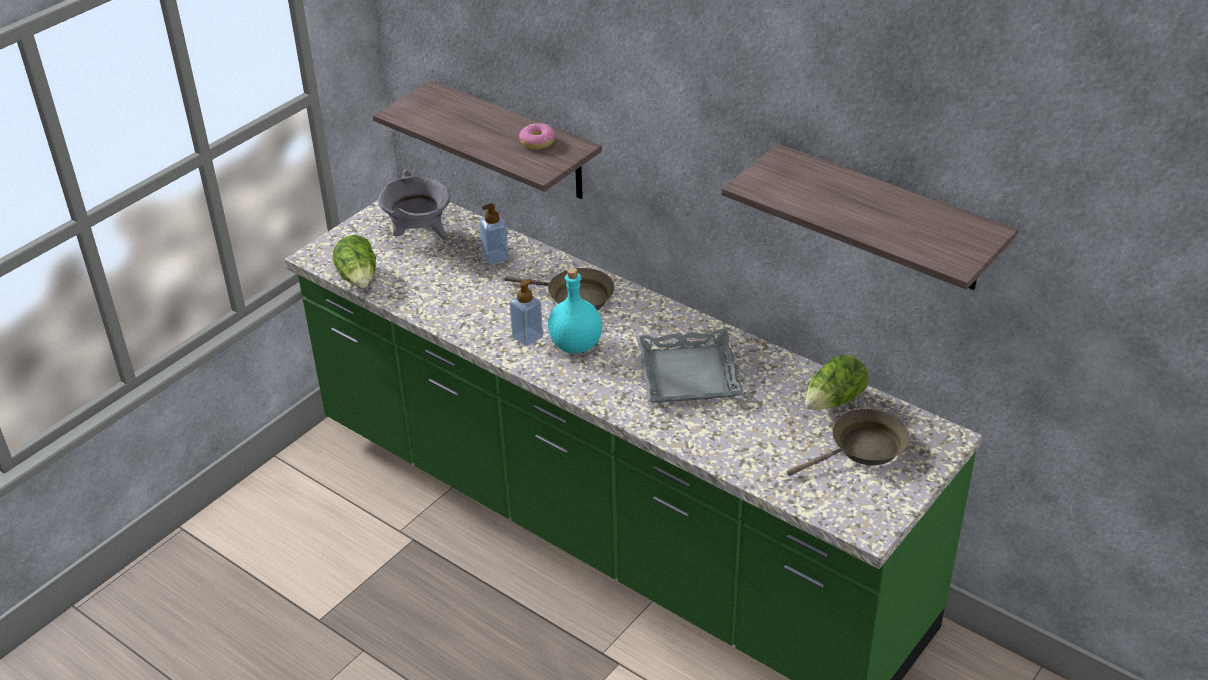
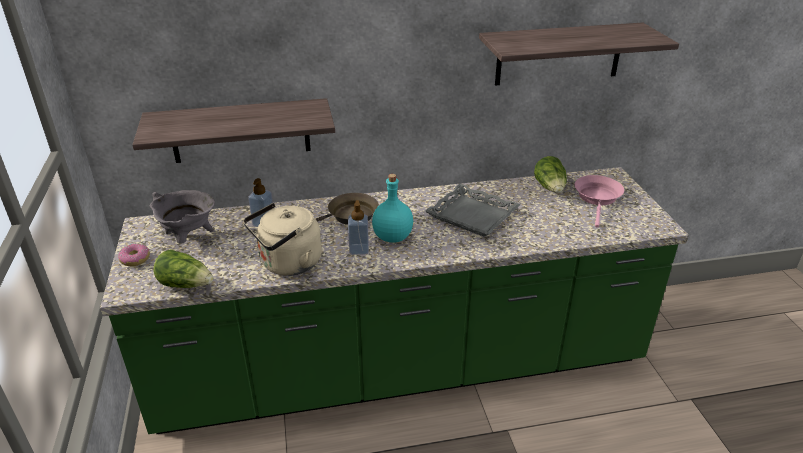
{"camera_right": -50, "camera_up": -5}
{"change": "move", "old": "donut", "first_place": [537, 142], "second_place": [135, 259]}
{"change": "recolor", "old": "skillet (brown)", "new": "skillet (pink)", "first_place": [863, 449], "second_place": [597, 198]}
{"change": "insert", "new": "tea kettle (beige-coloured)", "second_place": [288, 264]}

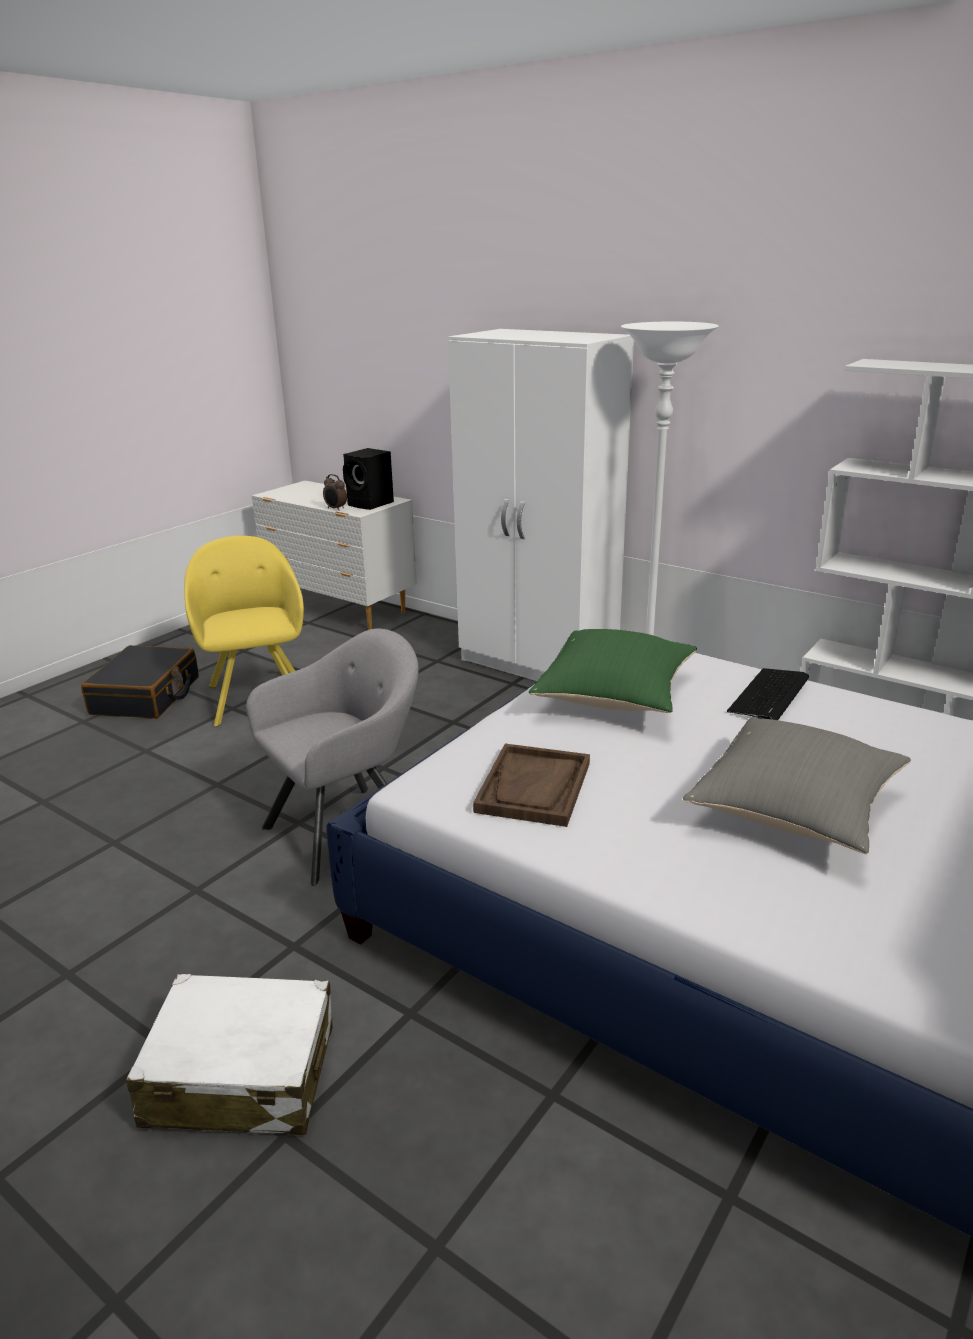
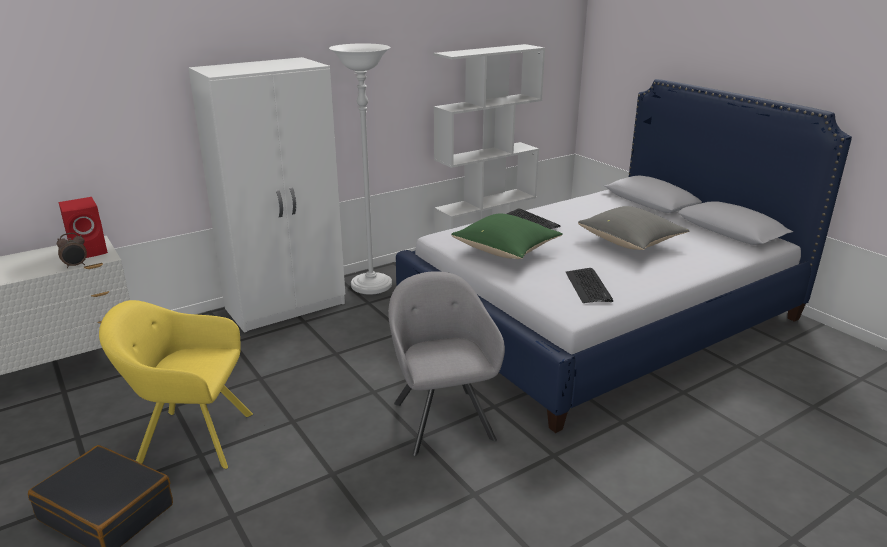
{"camera_right": -70, "camera_up": 0}
{"change": "delete", "old": "piece of luggage (whitish)", "first_place": [241, 1075]}
{"change": "recolor", "old": "loudspeaker (black-coloured)", "new": "loudspeaker (reddish)", "first_place": [371, 504], "second_place": [90, 251]}
{"change": "replace", "old": "serving tray (brown)", "new": "computer keyboard", "first_place": [534, 787], "second_place": [588, 287]}

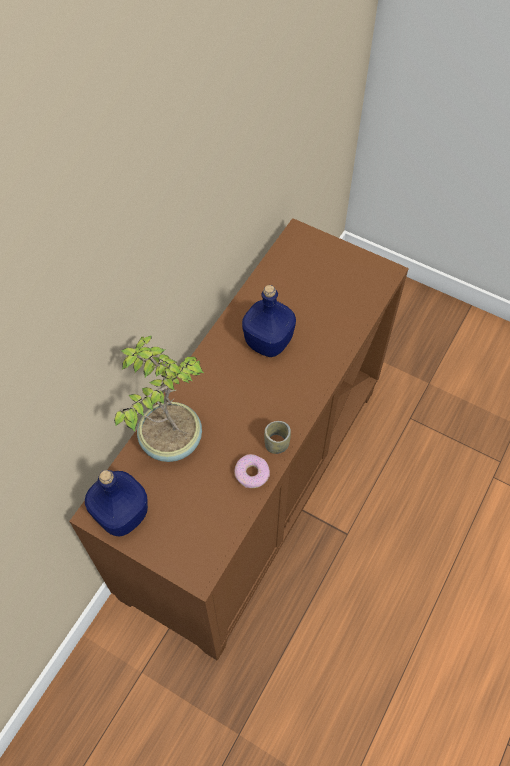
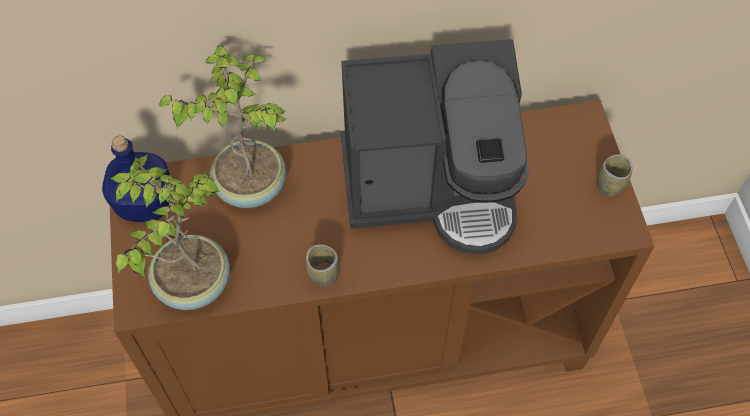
{"camera_right": 50, "camera_up": 0}
{"change": "delete", "old": "donut", "first_place": [251, 474]}
{"change": "replace", "old": "beverage bottle (blue-coloured)", "new": "coffee brewer", "first_place": [268, 341], "second_place": [432, 185]}
{"change": "insert", "new": "houseplant", "second_place": [191, 283]}
{"change": "insert", "new": "cup", "second_place": [610, 185]}

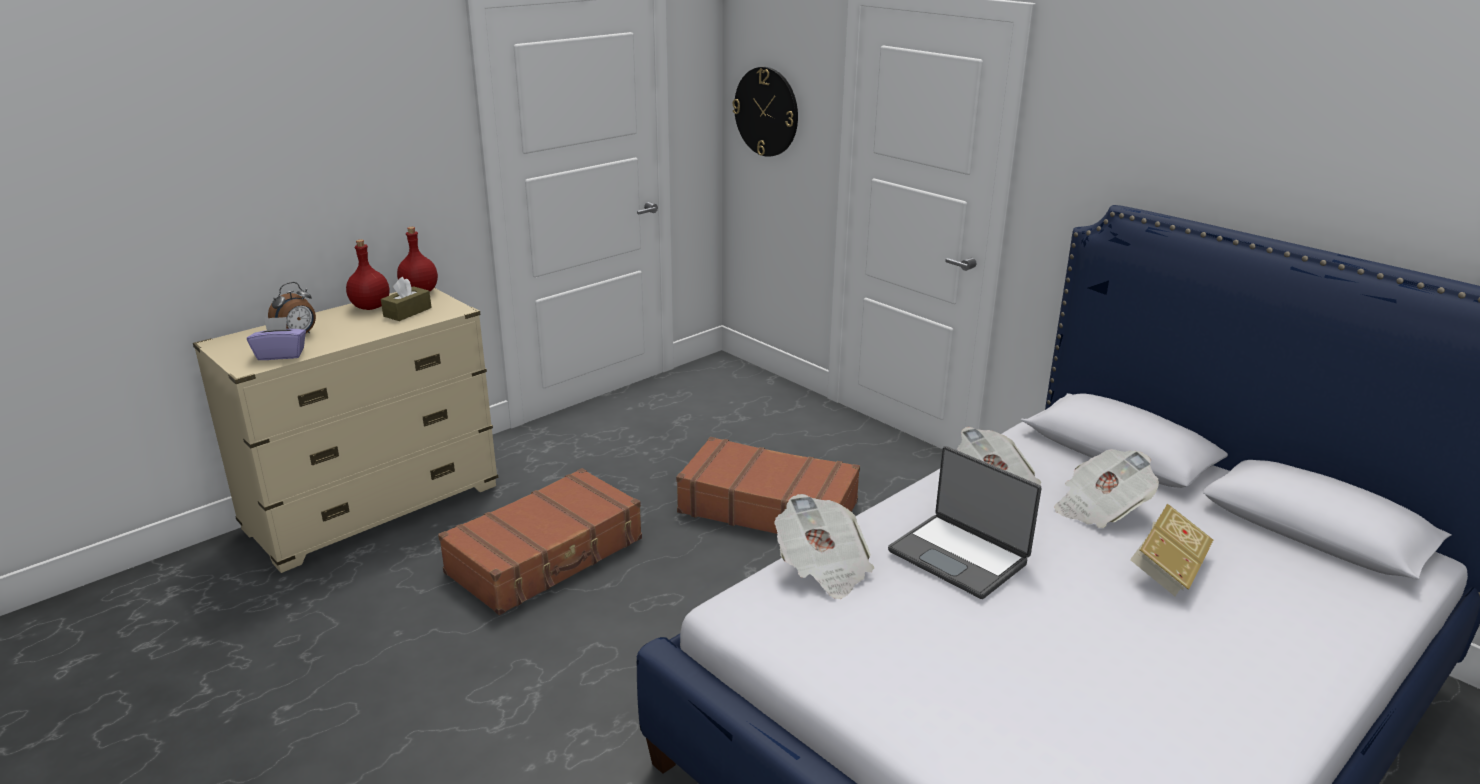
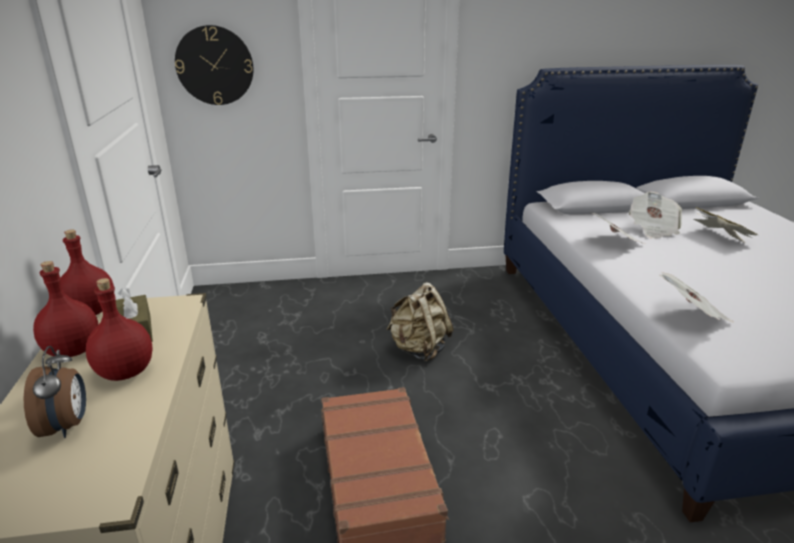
{"camera_right": -55, "camera_up": 0}
{"change": "delete", "old": "tissue box (purple-coloured)", "first_place": [281, 354]}
{"change": "replace", "old": "piece of luggage (brown)", "new": "rucksack (beige-coloured)", "first_place": [768, 507], "second_place": [419, 349]}
{"change": "delete", "old": "notebook computer", "first_place": [959, 556]}
{"change": "insert", "new": "beverage bottle (reddish)", "second_place": [127, 372]}

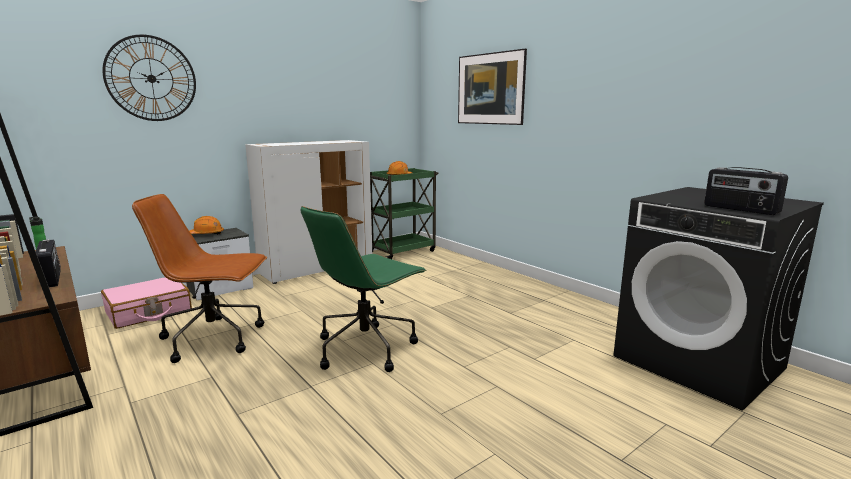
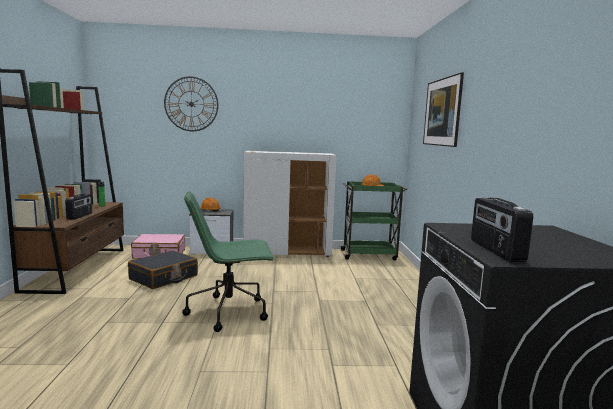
{"camera_right": 35, "camera_up": -5}
{"change": "replace", "old": "computer chair (brown)", "new": "piece of luggage (black-coloured)", "first_place": [214, 338], "second_place": [164, 278]}

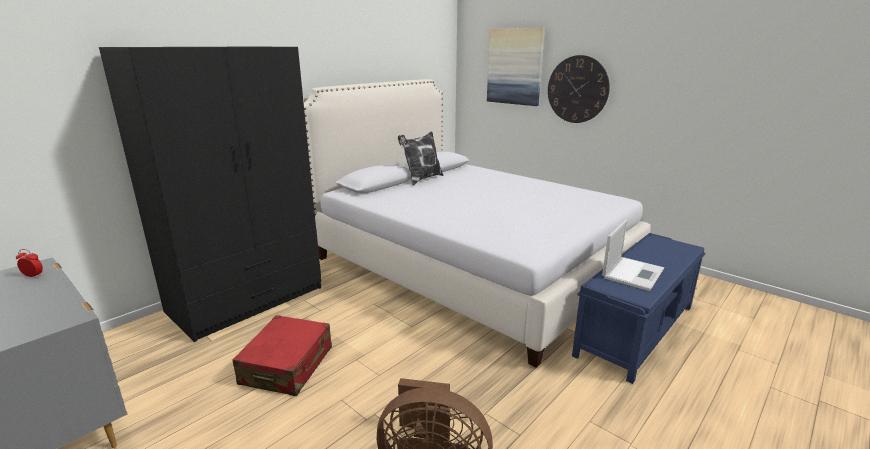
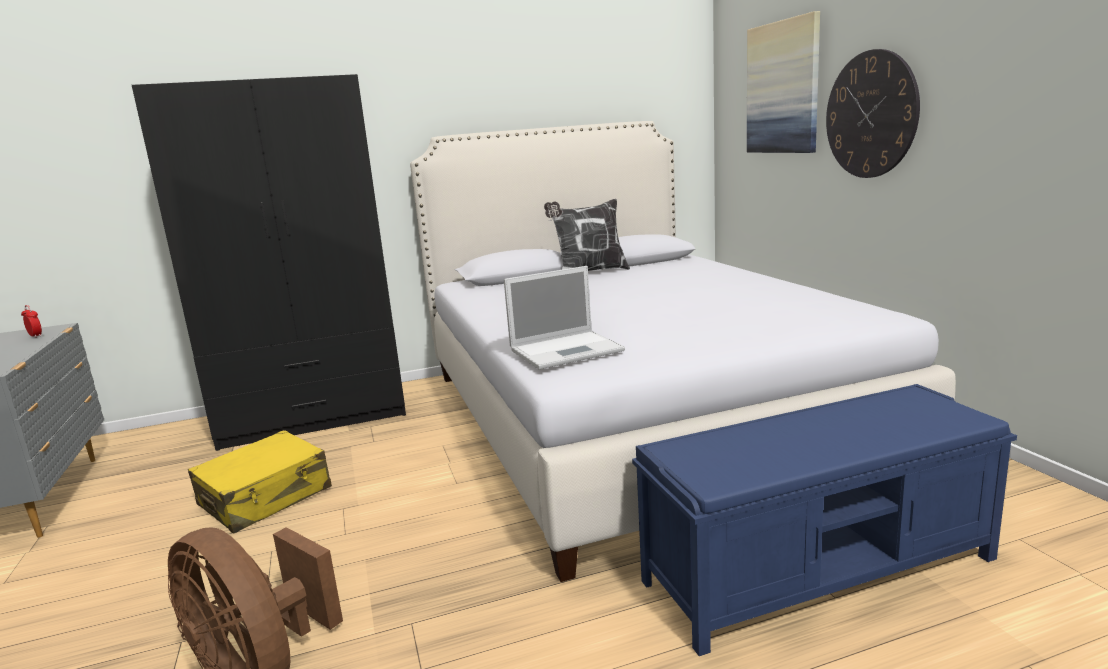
{"camera_right": 30, "camera_up": -5}
{"change": "recolor", "old": "piece of luggage (reddish)", "new": "piece of luggage (yellow-coloured)", "first_place": [287, 366], "second_place": [266, 497]}
{"change": "move", "old": "notebook computer", "first_place": [633, 273], "second_place": [568, 350]}

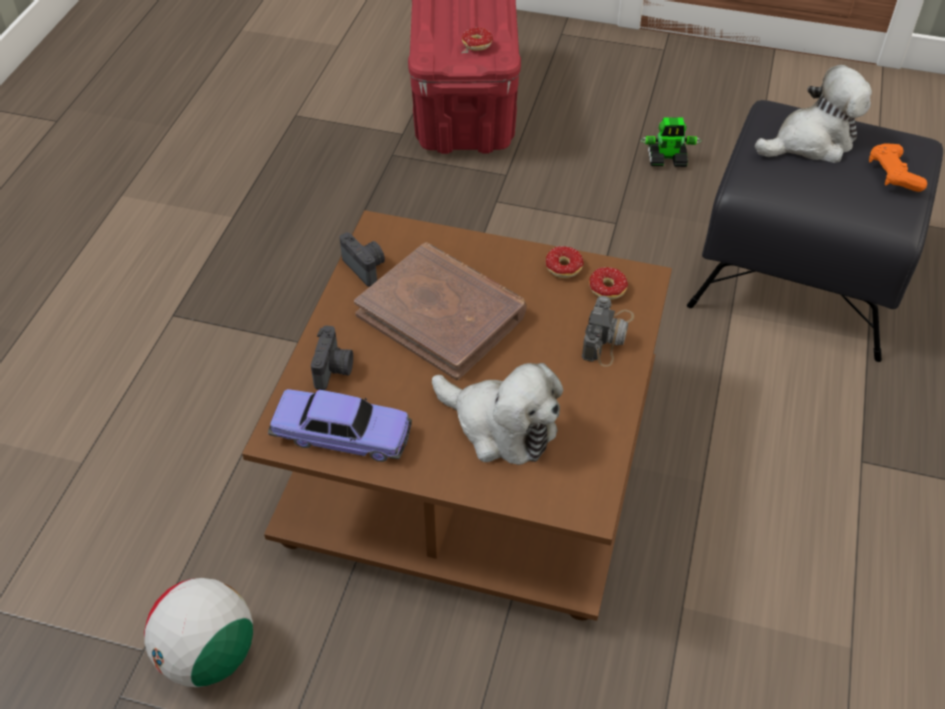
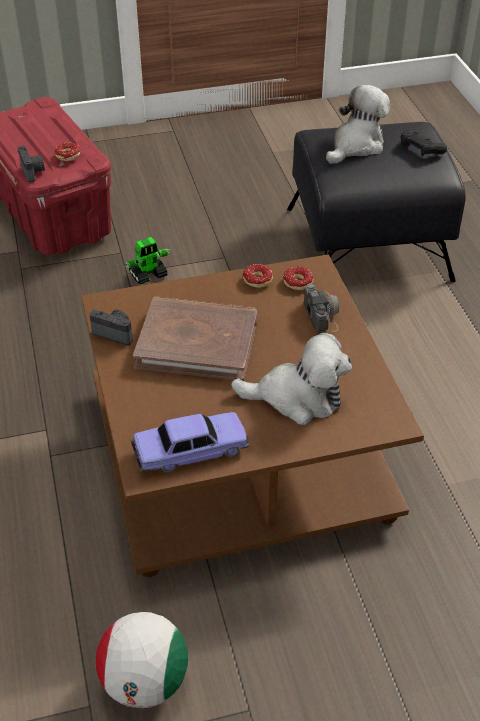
{"camera_right": -30, "camera_up": -5}
{"change": "move", "old": "photo camera", "first_place": [334, 369], "second_place": [33, 171]}
{"change": "move", "old": "toy robot", "first_place": [667, 160], "second_place": [149, 275]}
{"change": "recolor", "old": "game controller (orange)", "new": "game controller (black-coloured)", "first_place": [893, 175], "second_place": [420, 149]}

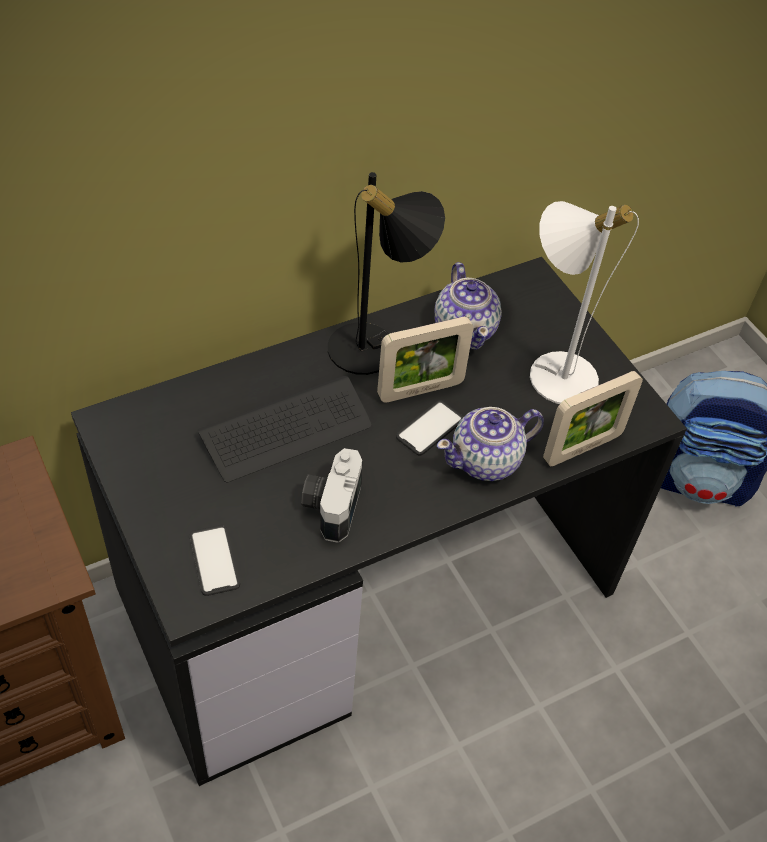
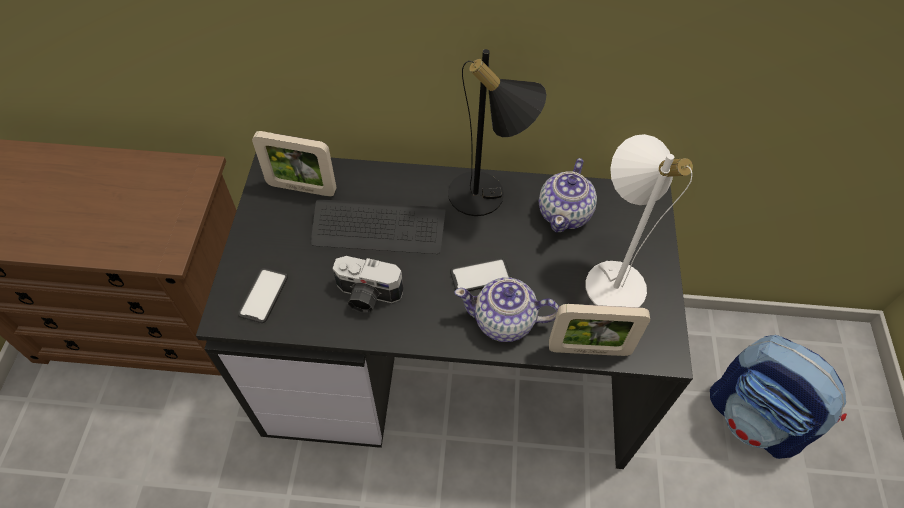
{"camera_right": 35, "camera_up": 5}
{"change": "rotate", "old": "photo camera", "first_place": [329, 505], "second_place": [367, 296], "degrees": -120}
{"change": "move", "old": "picture frame", "first_place": [420, 390], "second_place": [301, 188]}

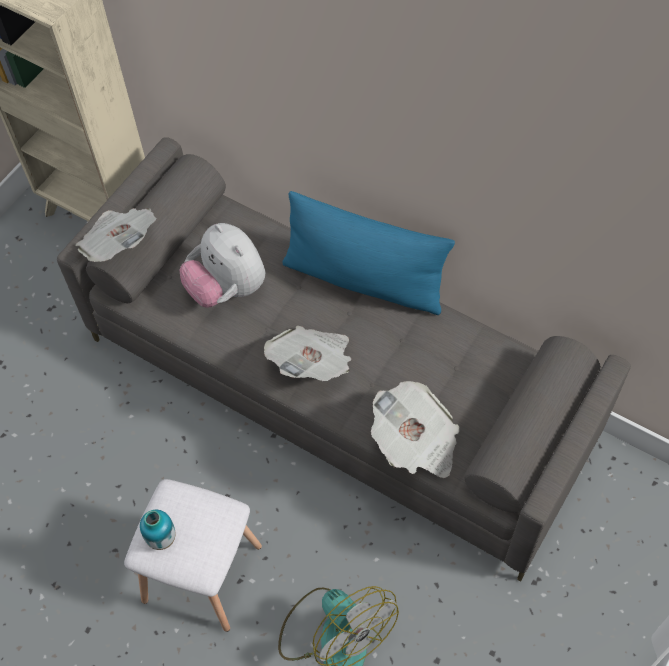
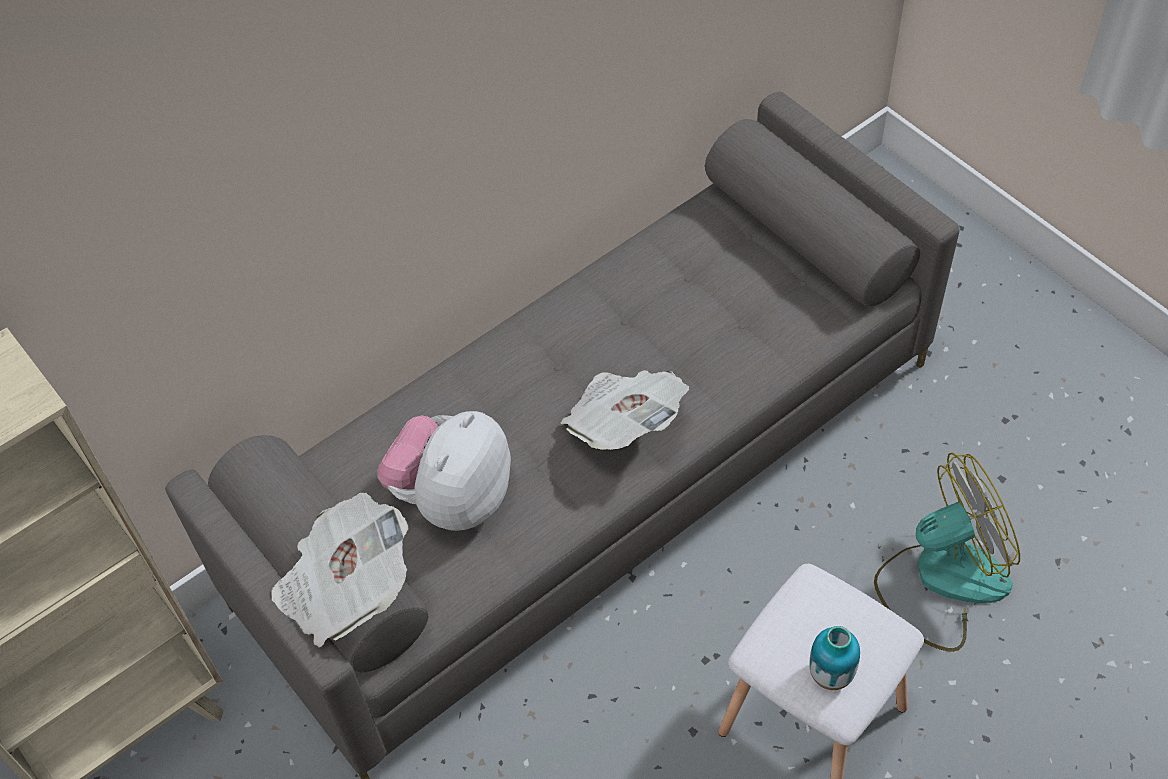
{"camera_right": -70, "camera_up": -5}
{"change": "rotate", "old": "cuddly toy", "first_place": [227, 288], "second_place": [453, 498], "degrees": 135}
{"change": "delete", "old": "pillow (blue-coloured)", "first_place": [364, 280]}
{"change": "delete", "old": "daily paper", "first_place": [415, 442]}

